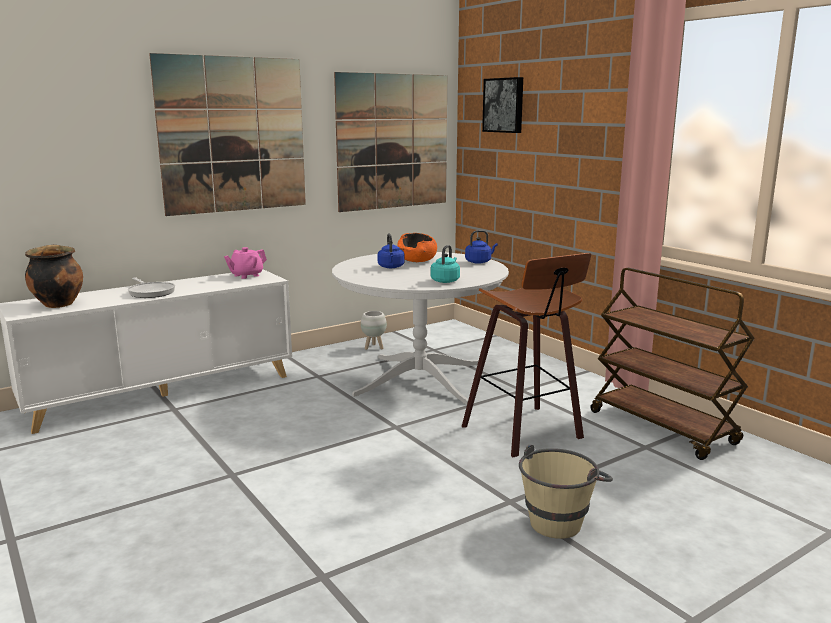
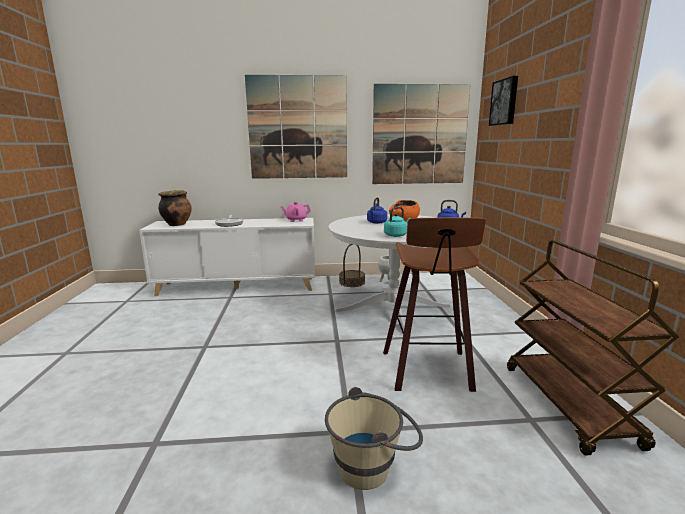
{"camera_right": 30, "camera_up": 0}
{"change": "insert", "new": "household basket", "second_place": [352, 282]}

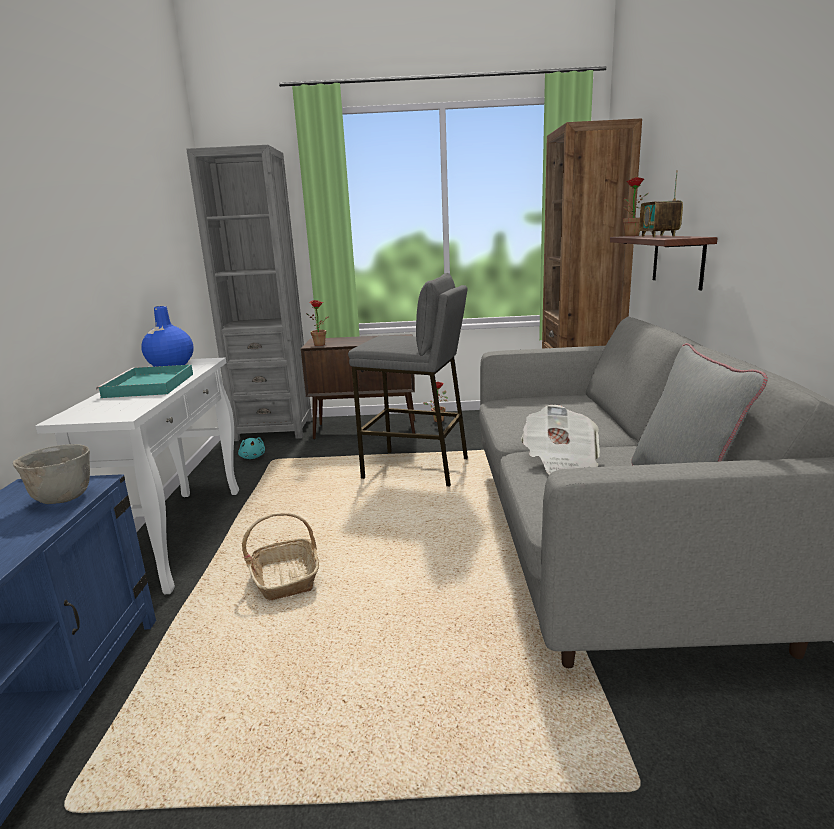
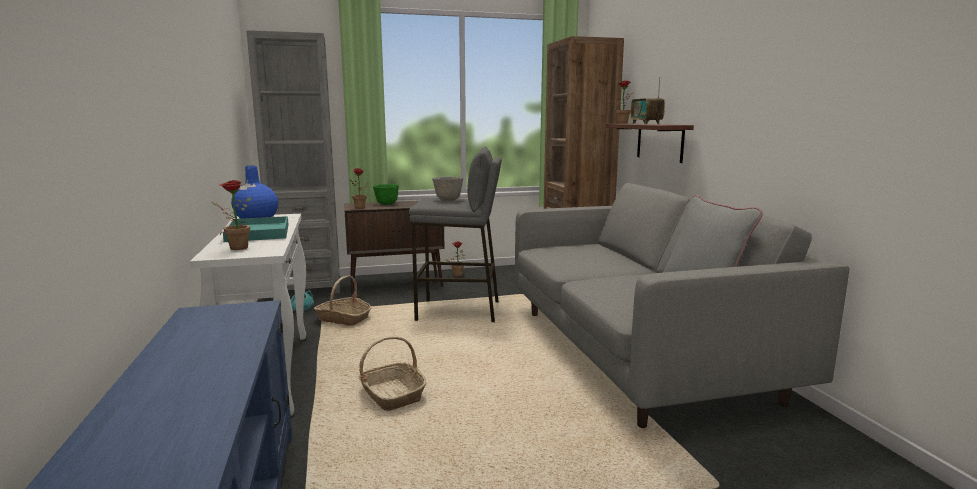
{"camera_right": -15, "camera_up": -5}
{"change": "move", "old": "deep dish (gray)", "first_place": [61, 498], "second_place": [447, 200]}
{"change": "delete", "old": "daily paper", "first_place": [560, 461]}
{"change": "insert", "new": "houseplant", "second_place": [235, 248]}
{"change": "insert", "new": "household basket", "second_place": [343, 319]}
{"change": "insert", "new": "deep dish (greenish)", "second_place": [387, 204]}

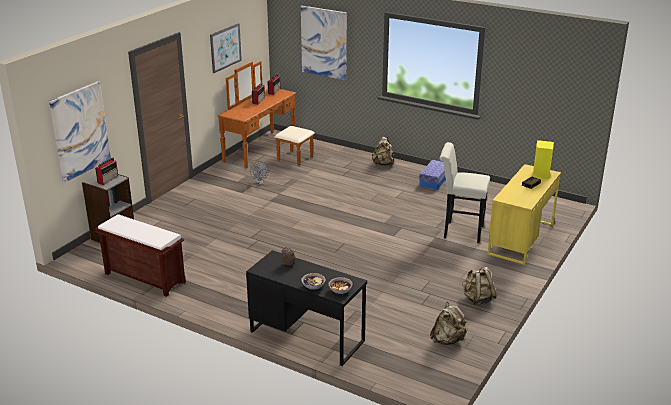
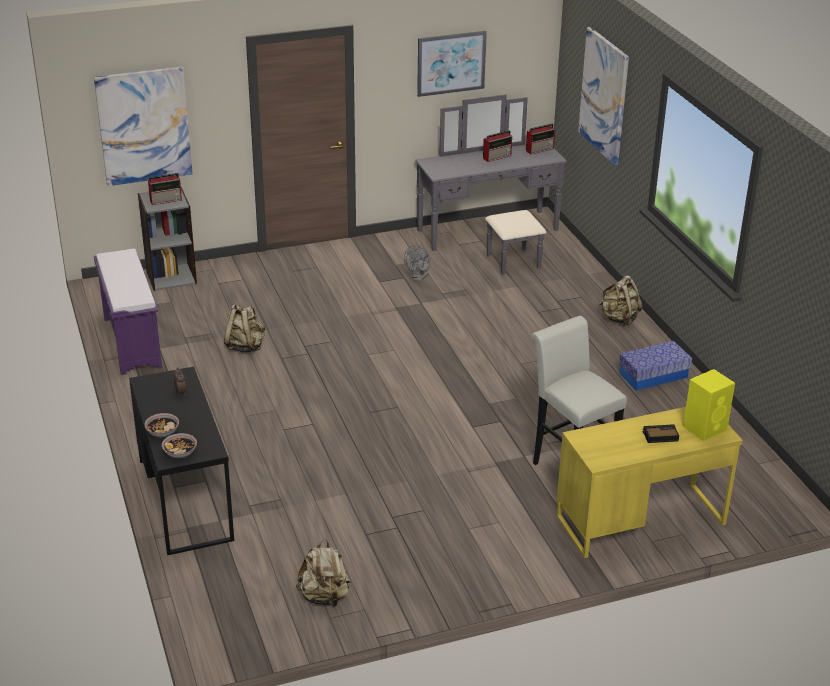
{"camera_right": 40, "camera_up": 5}
{"change": "recolor", "old": "long seat (brown)", "new": "long seat (purple-coloured)", "first_place": [144, 278], "second_place": [131, 342]}
{"change": "recolor", "old": "dresser (brown)", "new": "dresser (gray)", "first_place": [268, 151], "second_place": [494, 237]}
{"change": "move", "old": "rucksack (beige-coloured)", "first_place": [477, 299], "second_place": [245, 346]}

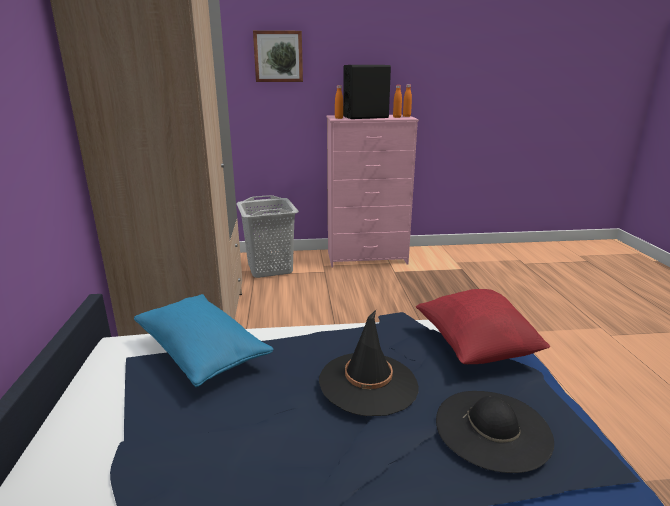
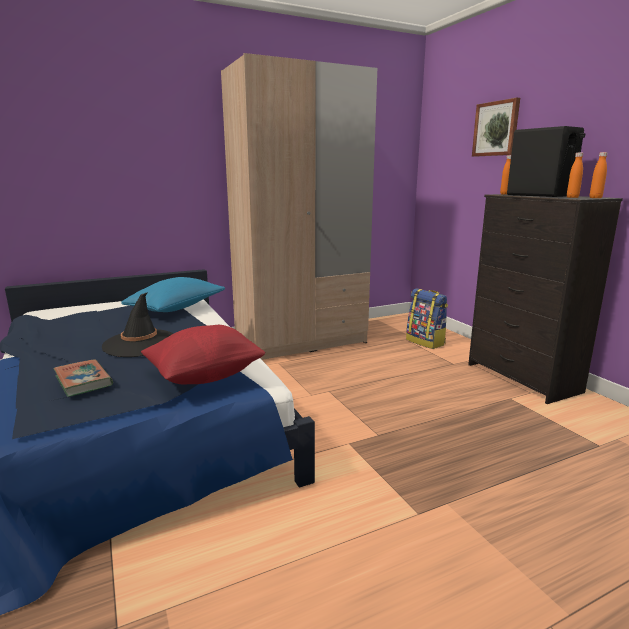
{"camera_right": 70, "camera_up": -5}
{"change": "replace", "old": "laundry basket (gray)", "new": "rucksack", "first_place": [270, 268], "second_place": [426, 342]}
{"change": "recolor", "old": "dresser (pink)", "new": "dresser (black-coloured)", "first_place": [367, 258], "second_place": [522, 378]}
{"change": "replace", "old": "clothing hat (black-coloured)", "new": "book", "first_place": [493, 428], "second_place": [83, 381]}

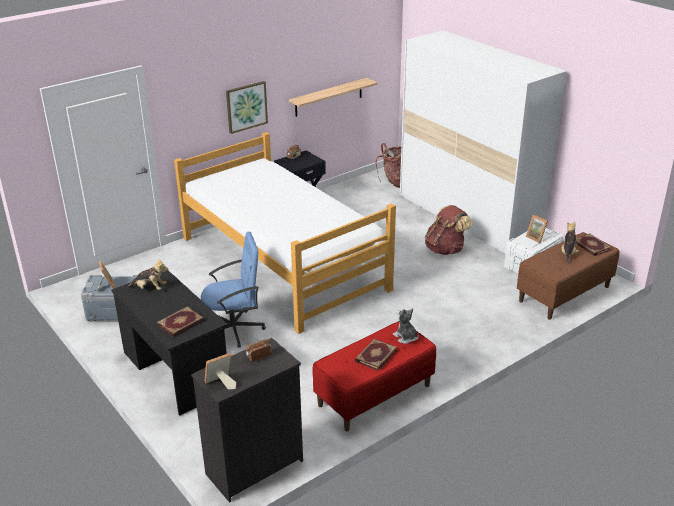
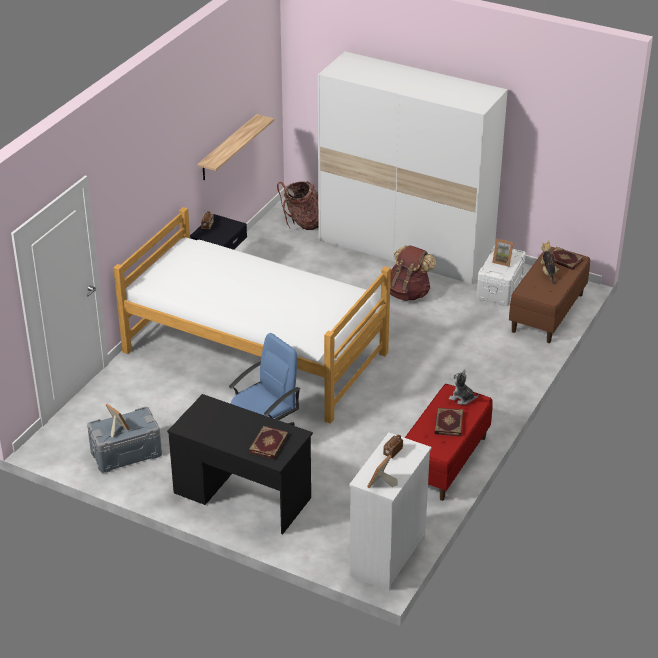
{"camera_right": -25, "camera_up": 5}
{"change": "delete", "old": "cuddly toy", "first_place": [150, 288]}
{"change": "recolor", "old": "dresser (black-coloured)", "new": "dresser (whitish)", "first_place": [253, 467], "second_place": [386, 556]}
{"change": "delete", "old": "picture", "first_place": [246, 106]}

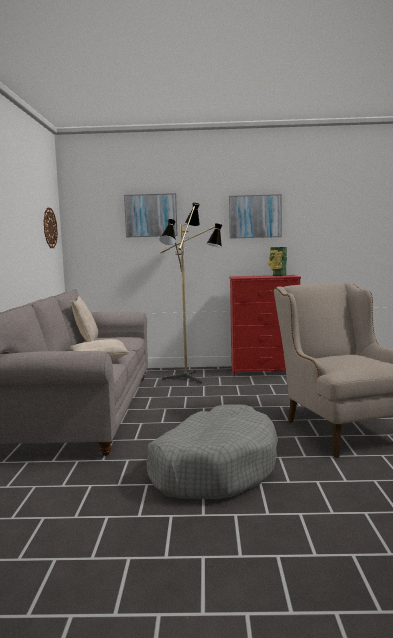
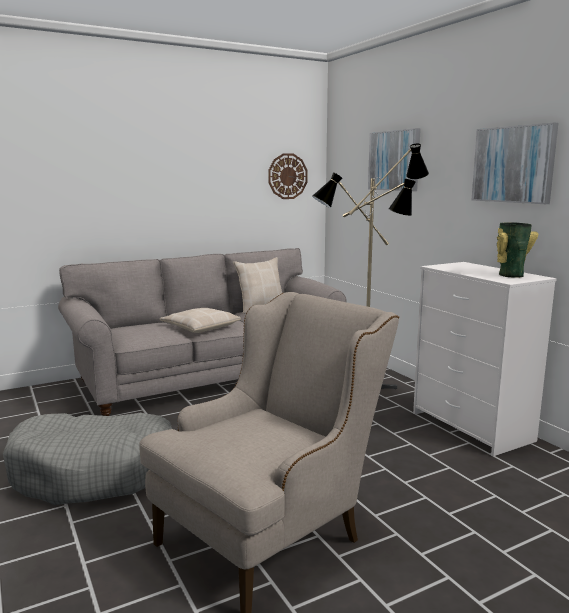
{"camera_right": 60, "camera_up": 5}
{"change": "recolor", "old": "dresser (reddish)", "new": "dresser (whitish)", "first_place": [265, 371], "second_place": [472, 427]}

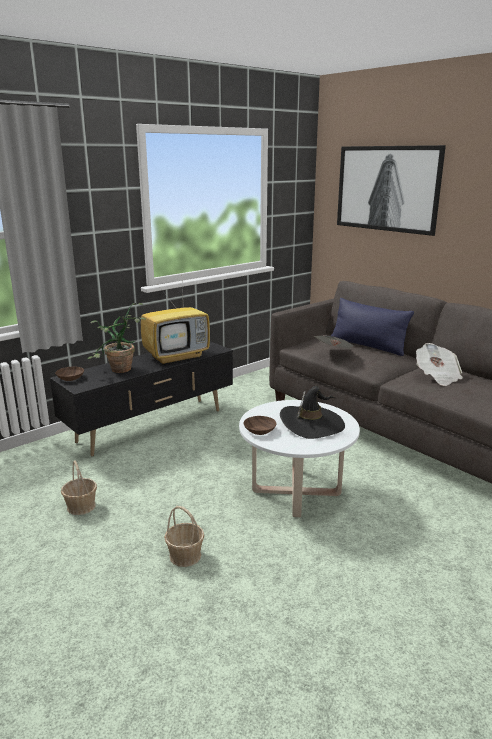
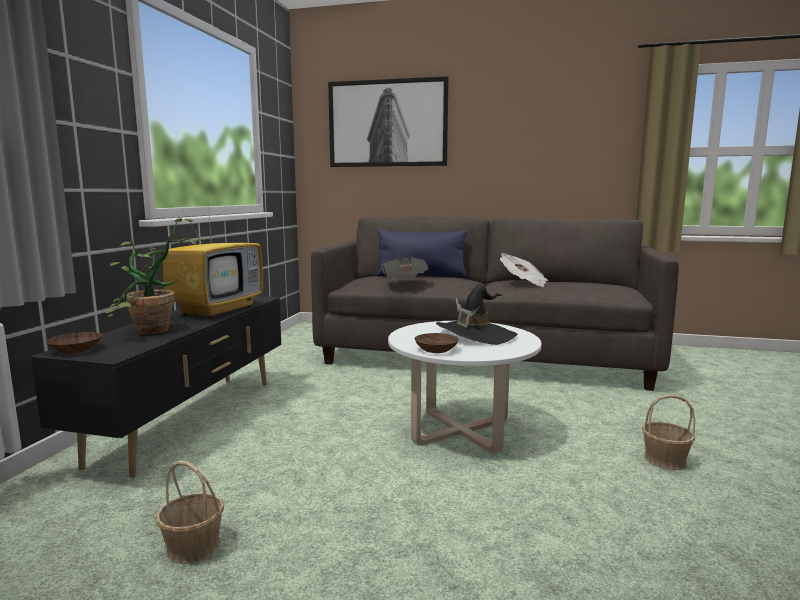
{"camera_right": -35, "camera_up": -10}
{"change": "move", "old": "household basket", "first_place": [185, 555], "second_place": [664, 460]}

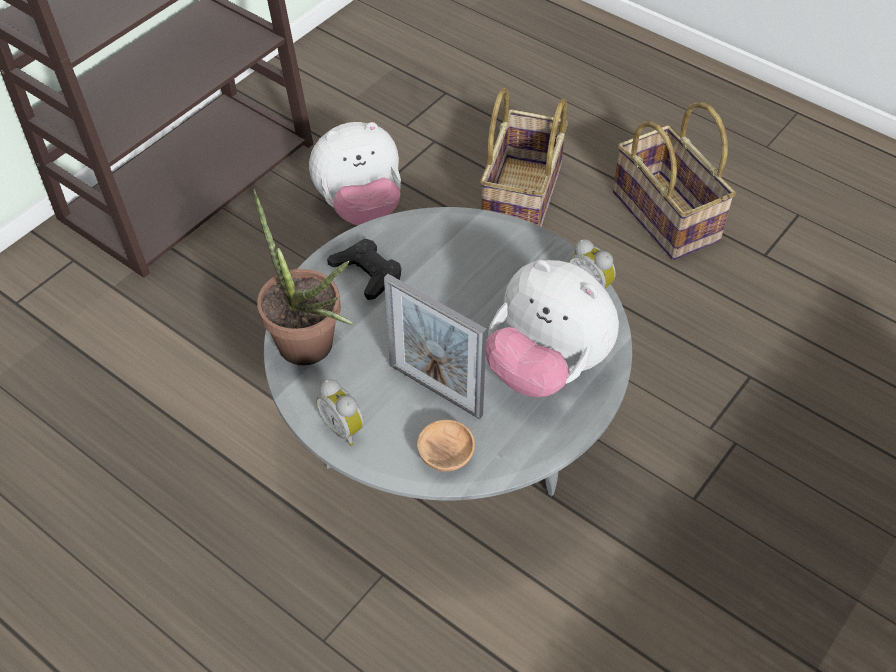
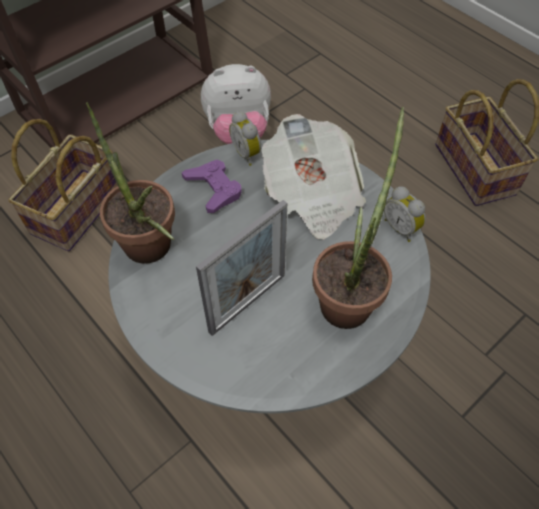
{"camera_right": 10, "camera_up": 5}
{"change": "move", "old": "table clock", "first_place": [345, 428], "second_place": [248, 153]}
{"change": "recolor", "old": "game controller (black-coloured)", "new": "game controller (purple-coloured)", "first_place": [367, 273], "second_place": [214, 189]}
{"change": "rotate", "old": "picture frame", "first_place": [435, 390], "second_place": [247, 303], "degrees": -90}
{"change": "delete", "old": "deep dish (brown)", "first_place": [446, 455]}
{"change": "move", "old": "household basket", "first_place": [523, 199], "second_place": [78, 211]}
{"change": "replace", "old": "cuddly toy", "new": "houseplant", "first_place": [546, 367], "second_place": [349, 296]}
{"change": "insert", "new": "daily paper", "second_place": [312, 195]}

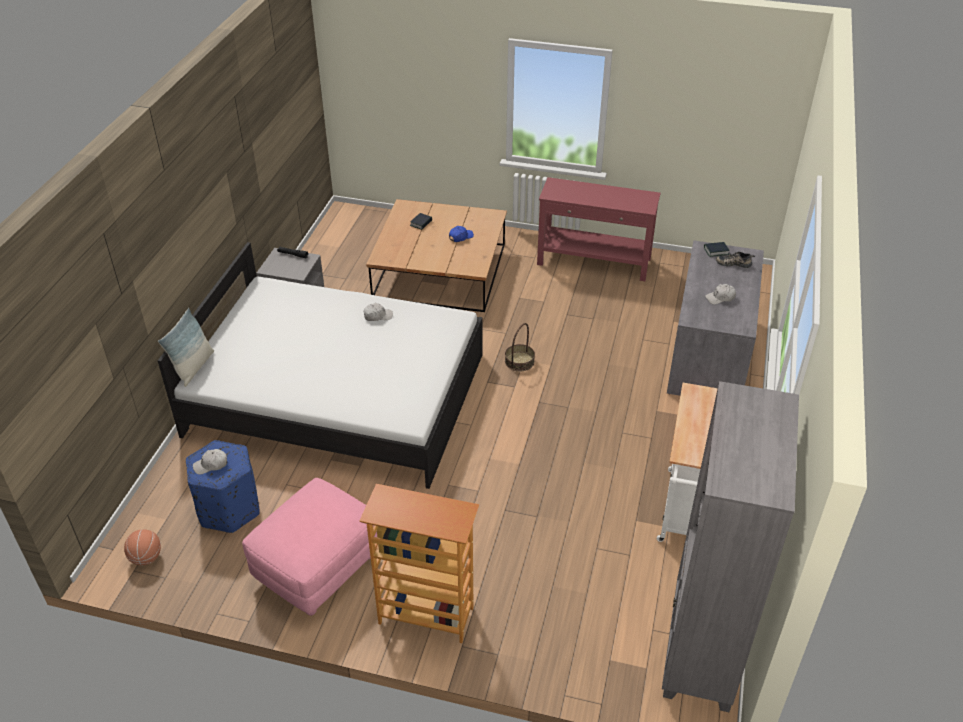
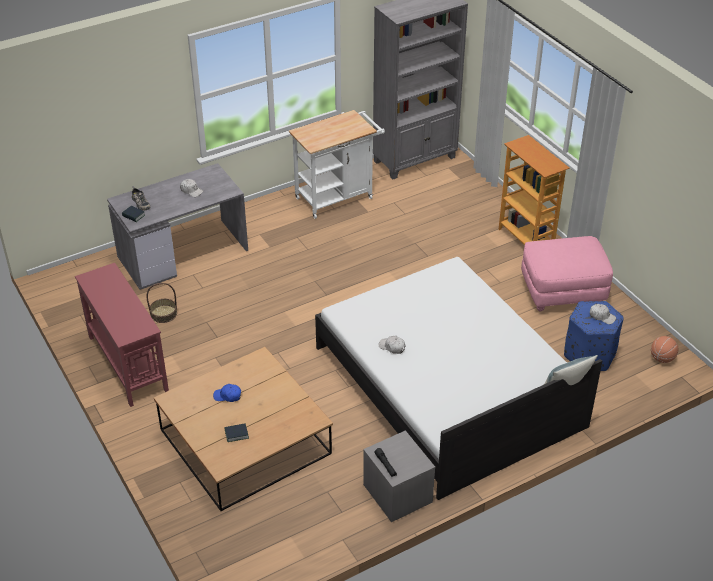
{"camera_right": -135, "camera_up": 0}
{"change": "move", "old": "household basket", "first_place": [519, 361], "second_place": [163, 314]}

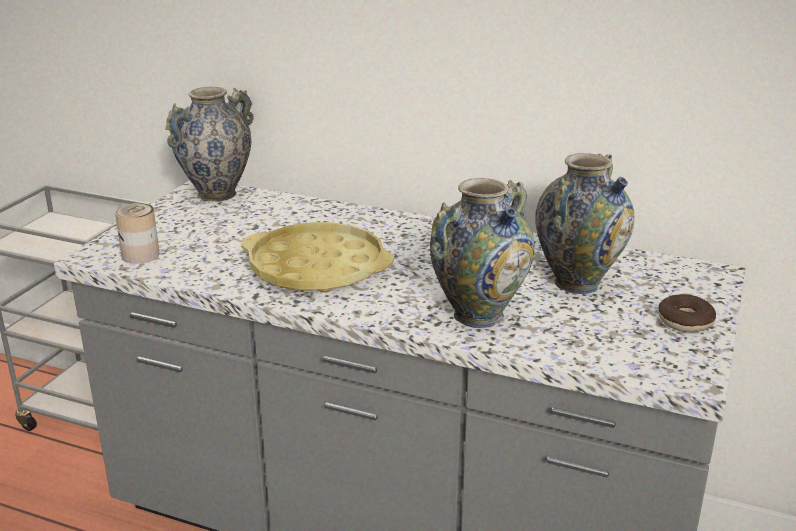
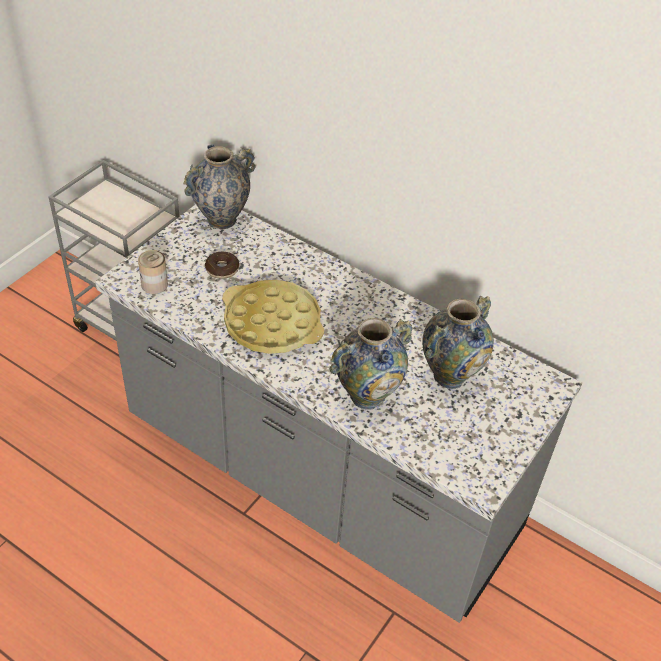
{"camera_right": 10, "camera_up": 20}
{"change": "move", "old": "donut", "first_place": [685, 321], "second_place": [222, 269]}

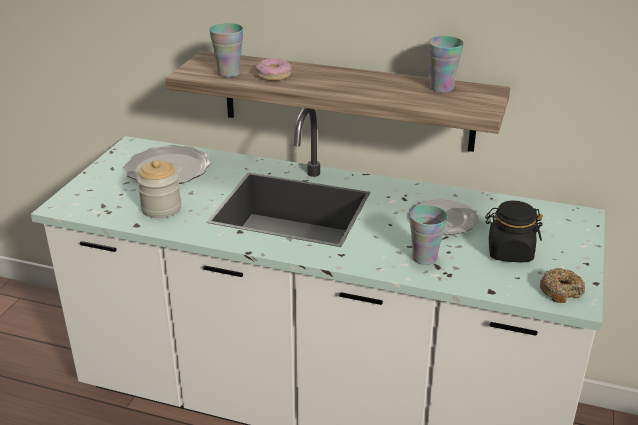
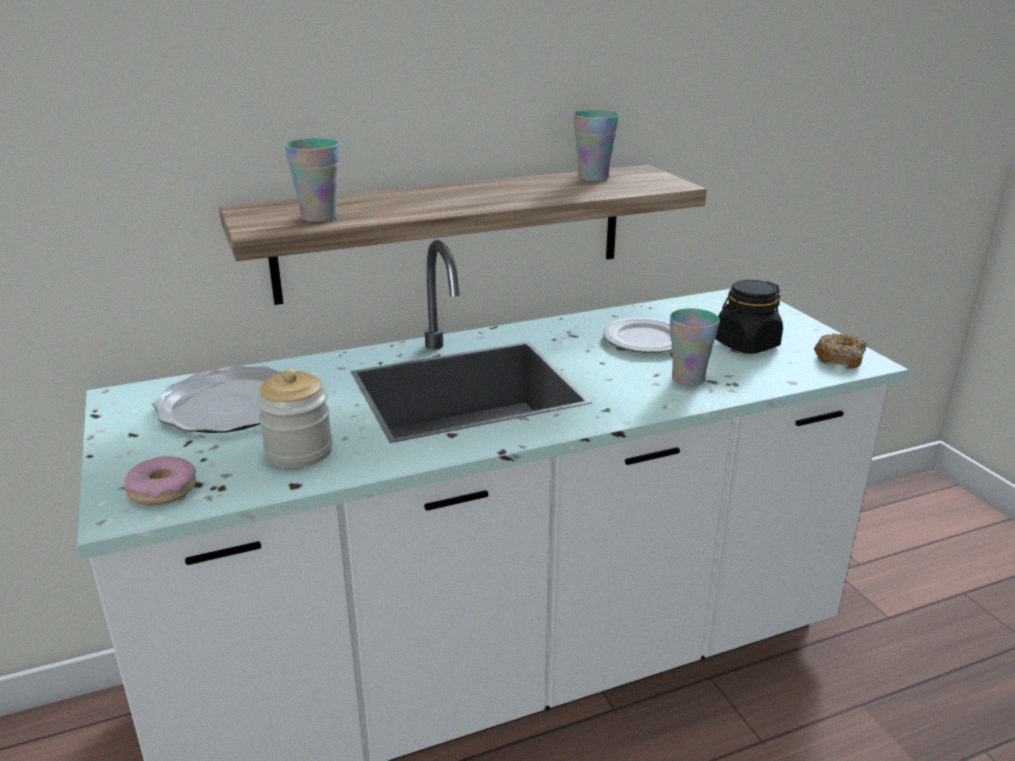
{"camera_right": -40, "camera_up": -5}
{"change": "move", "old": "donut", "first_place": [273, 75], "second_place": [162, 490]}

